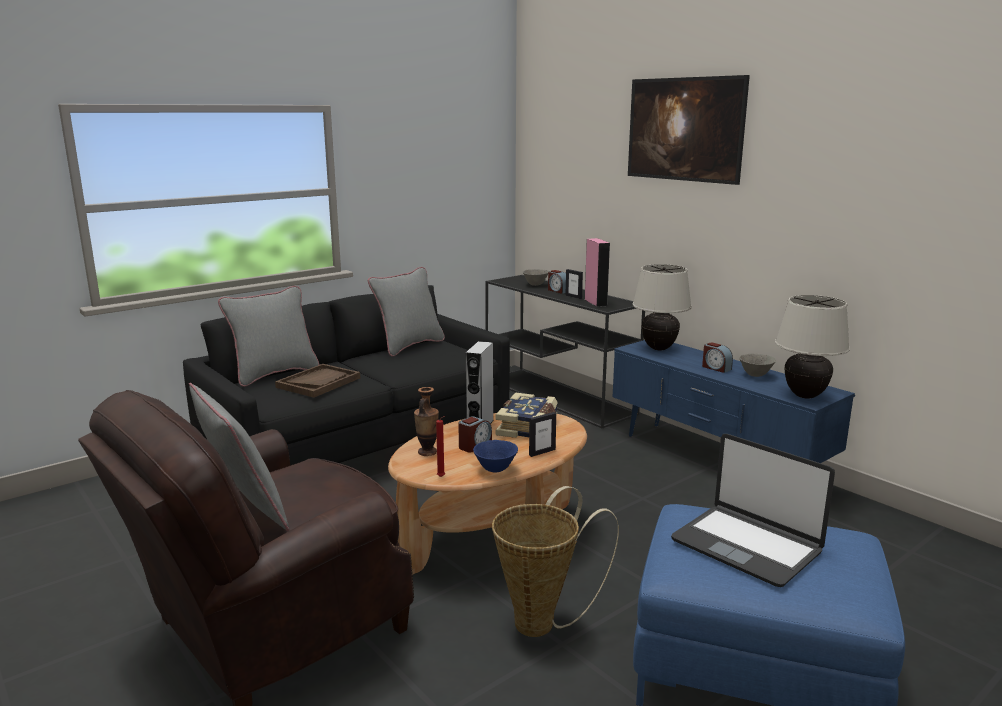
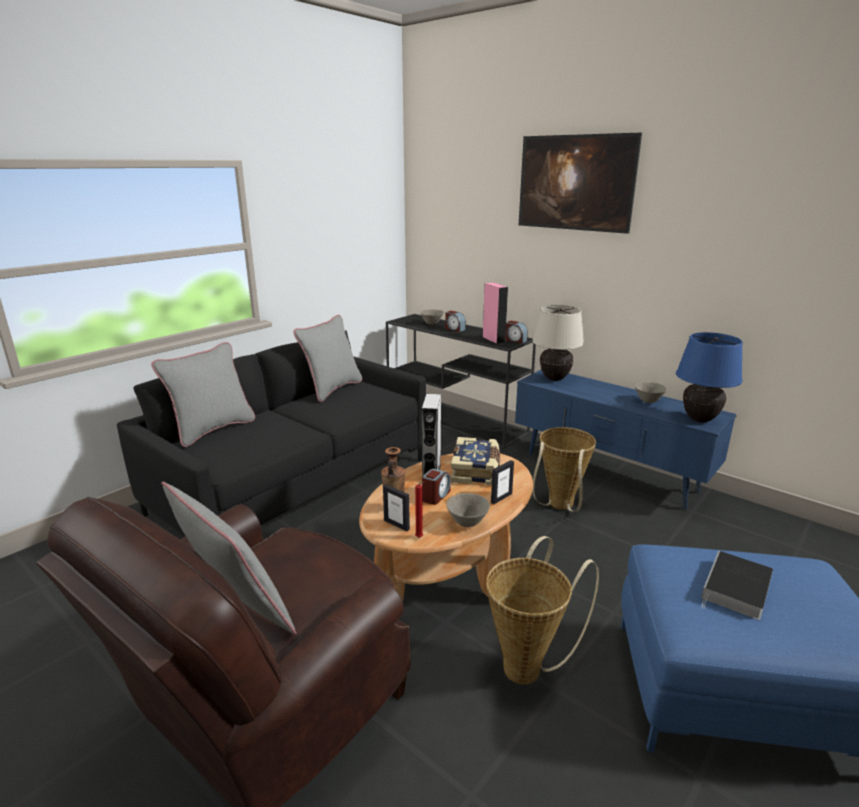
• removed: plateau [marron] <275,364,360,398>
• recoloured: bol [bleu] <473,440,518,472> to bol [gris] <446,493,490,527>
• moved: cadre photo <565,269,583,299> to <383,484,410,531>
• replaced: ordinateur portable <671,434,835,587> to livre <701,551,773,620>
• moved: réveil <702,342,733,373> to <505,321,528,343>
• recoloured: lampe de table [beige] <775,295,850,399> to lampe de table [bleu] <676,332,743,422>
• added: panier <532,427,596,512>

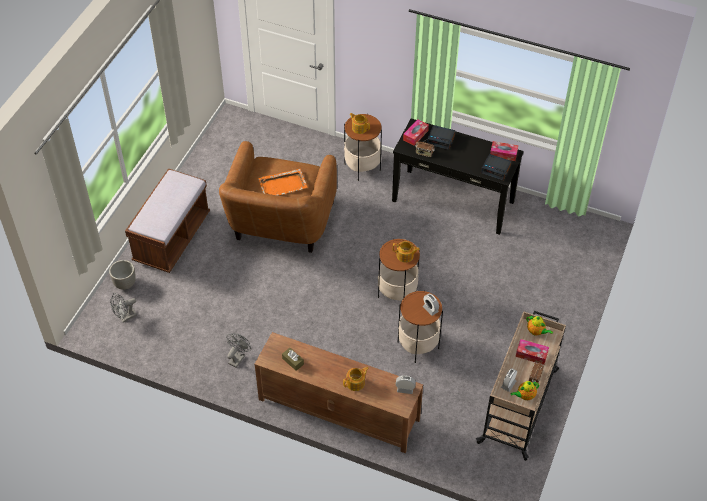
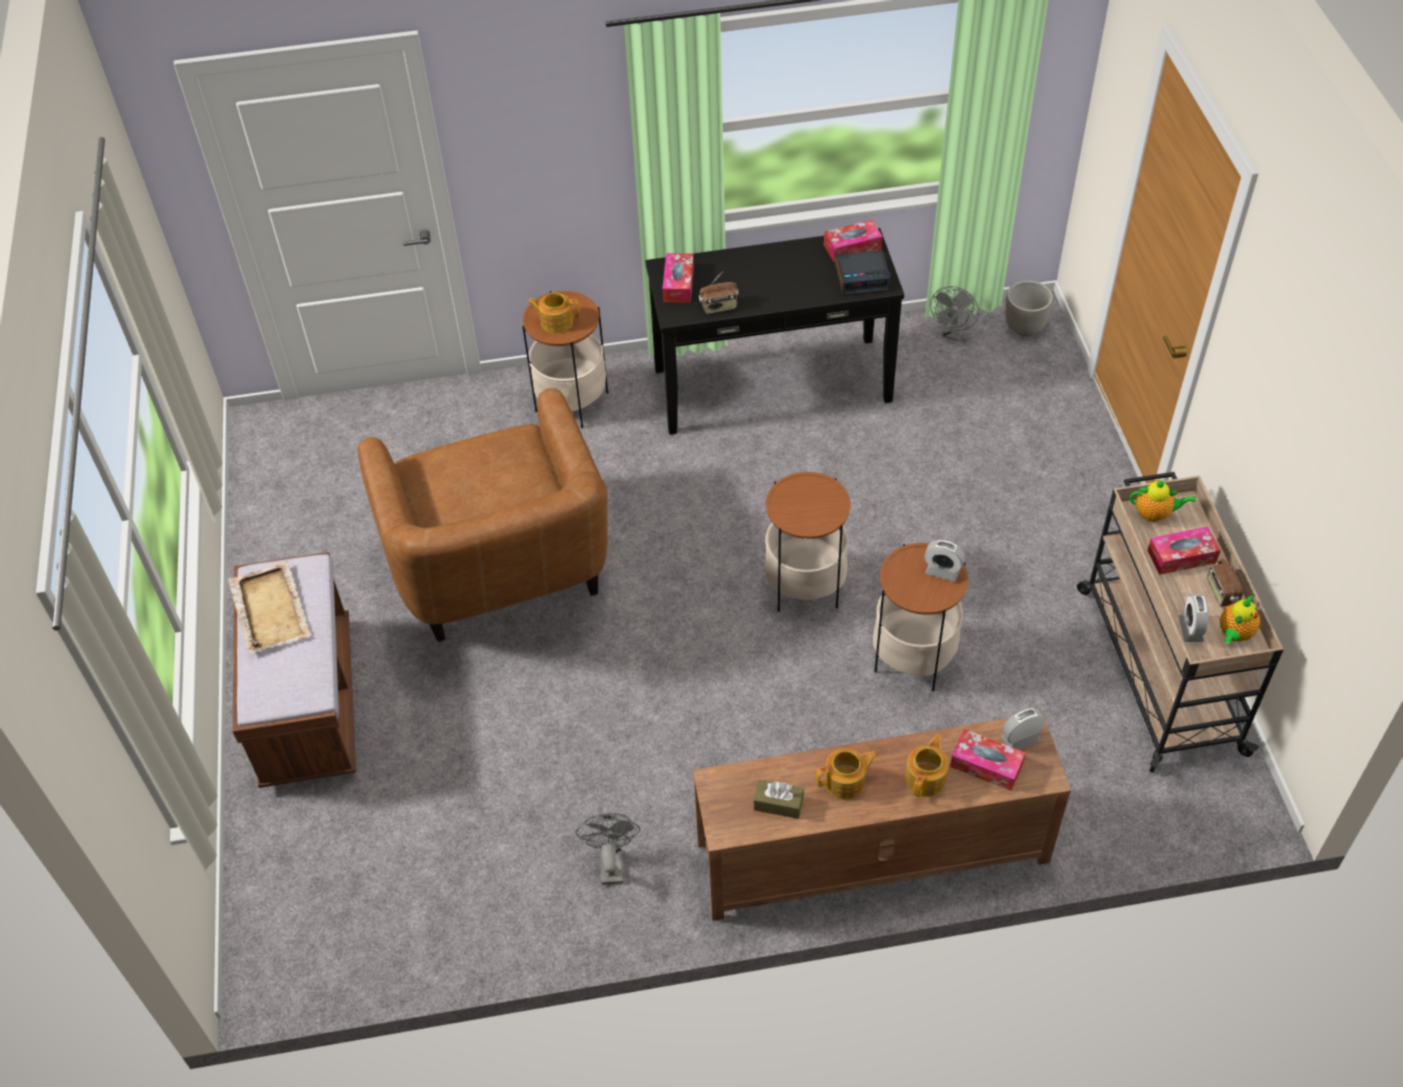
• moved: cache-pot <109,260,136,290> to <1005,280,1053,336>
• moved: ventilateur [gris] <110,293,137,322> to <930,286,979,341>
• removed: plateau [orange] <258,169,308,195>
• moved: théière <393,241,420,262> to <816,749,878,799>
• removed: réveil <427,125,456,150>
• added: plateau [beige] <228,561,312,654>
• added: boîte à mouchoirs <950,729,1026,791>

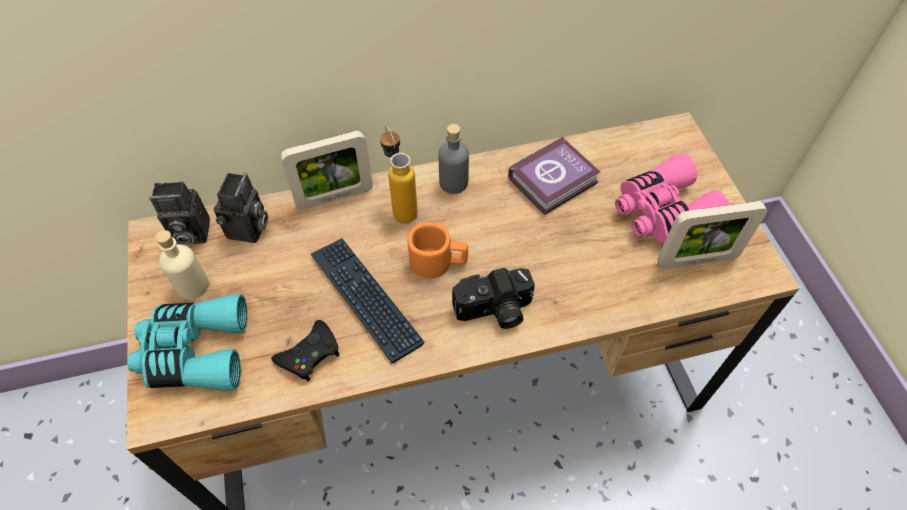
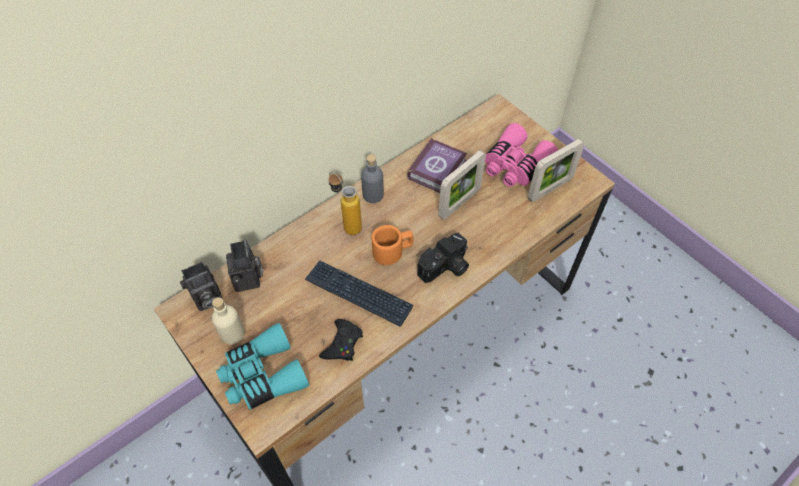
• moved: cadre photo <280,131,373,210> to <438,150,486,220>

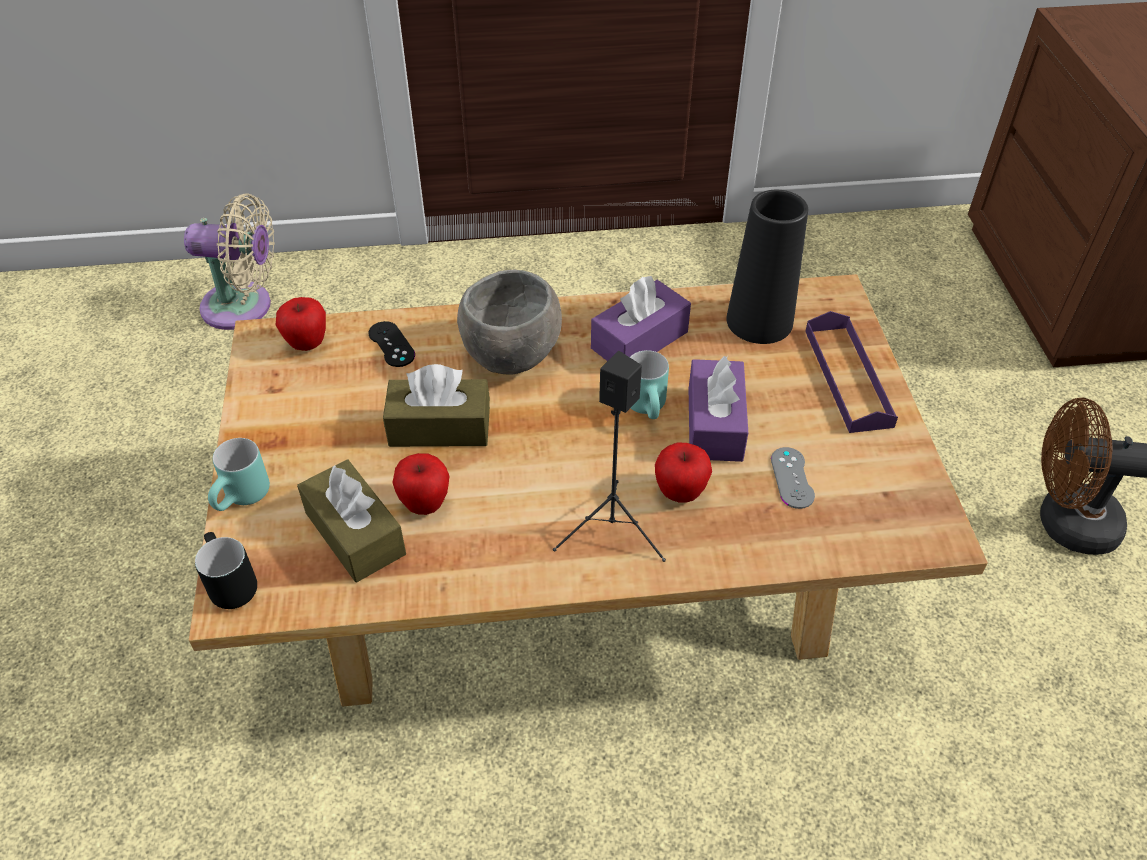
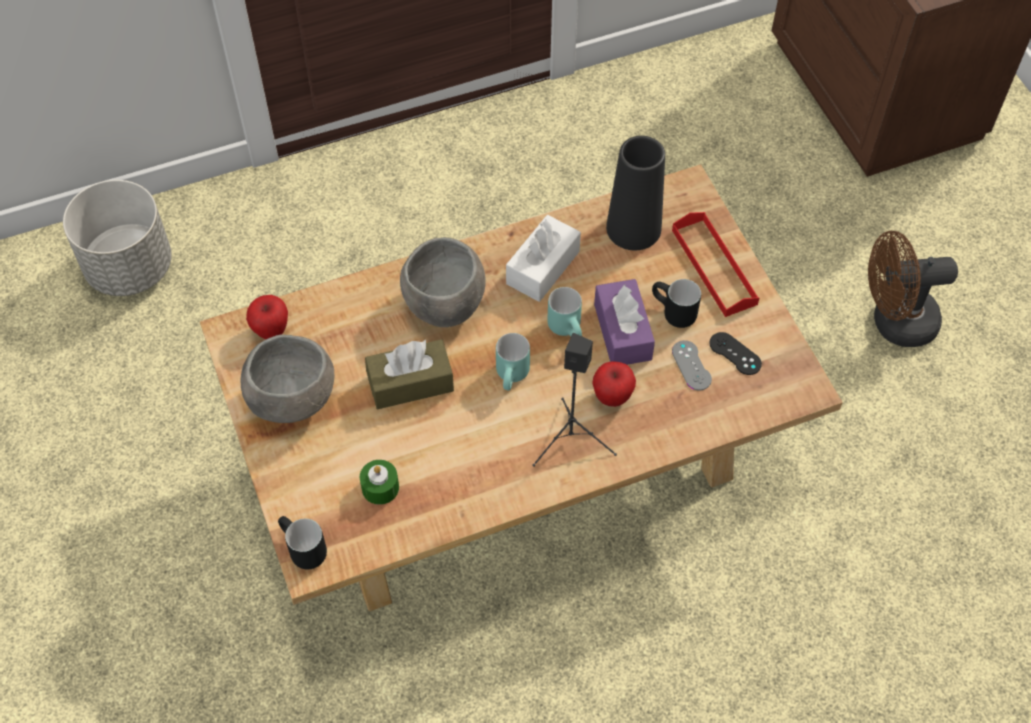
• replaced: ventilateur [beige] <184,193,275,330> to cache-pot [gris] <63,180,172,296>
• moved: mug [turquoise] <208,438,270,511> to <496,333,530,390>
• replaced: boîte à mouchoirs [marron] <297,459,406,582> to bougie [vert] <360,460,399,505>
• moved: manette [noir] <368,321,415,367> to <709,332,762,375>
• removed: pomme <392,453,449,515>
• recoloured: boîte à mouchoirs [violet] <591,276,691,361> to boîte à mouchoirs [blanc] <506,215,581,302>
• recoloured: plateau [violet] <805,311,898,433> to plateau [rouge] <672,212,759,317>
• added: bol [gris] <241,335,334,423>
• added: mug [noir] <652,279,701,328>

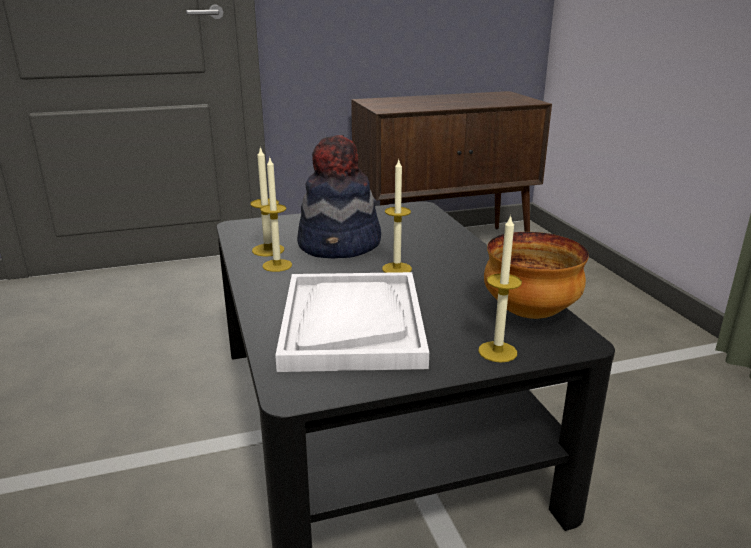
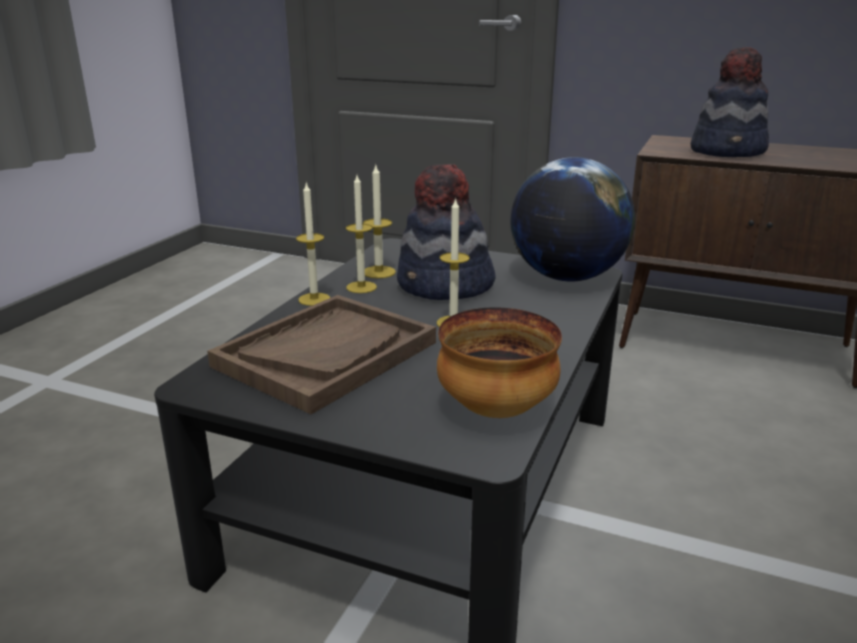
• recoloured: plateau [blanc] <275,272,429,372> to plateau [marron] <207,295,436,414>
• moved: bougie <478,214,522,362> to <296,182,330,306>
• added: globe <511,157,635,282>
• added: chapeau <691,47,769,157>

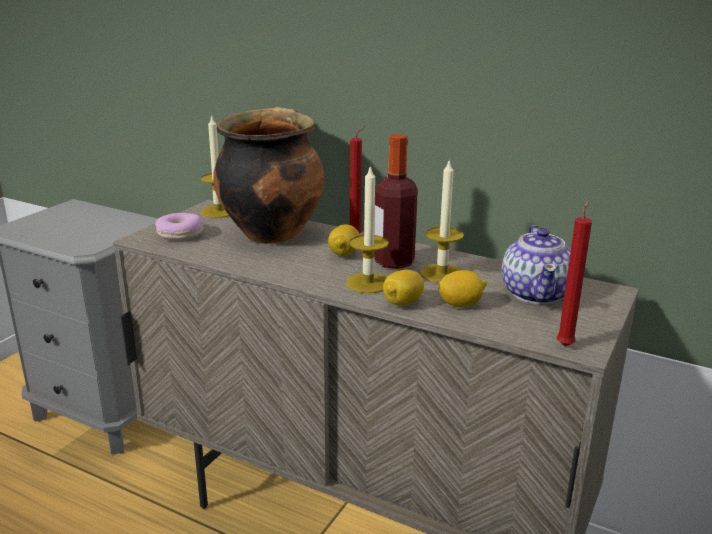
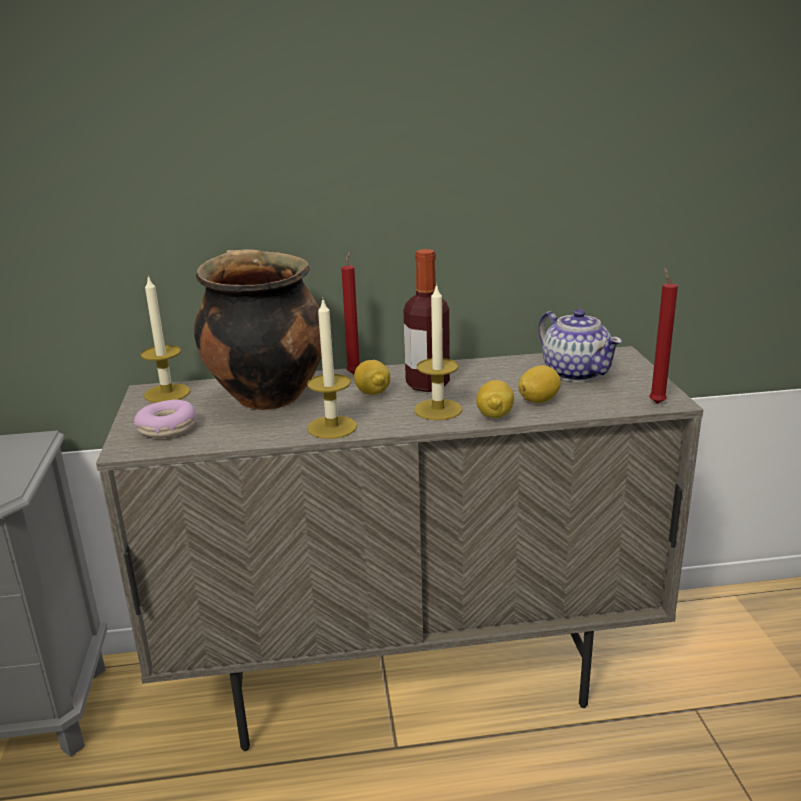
• moved: bougie <420,158,464,283> to <307,297,357,439>

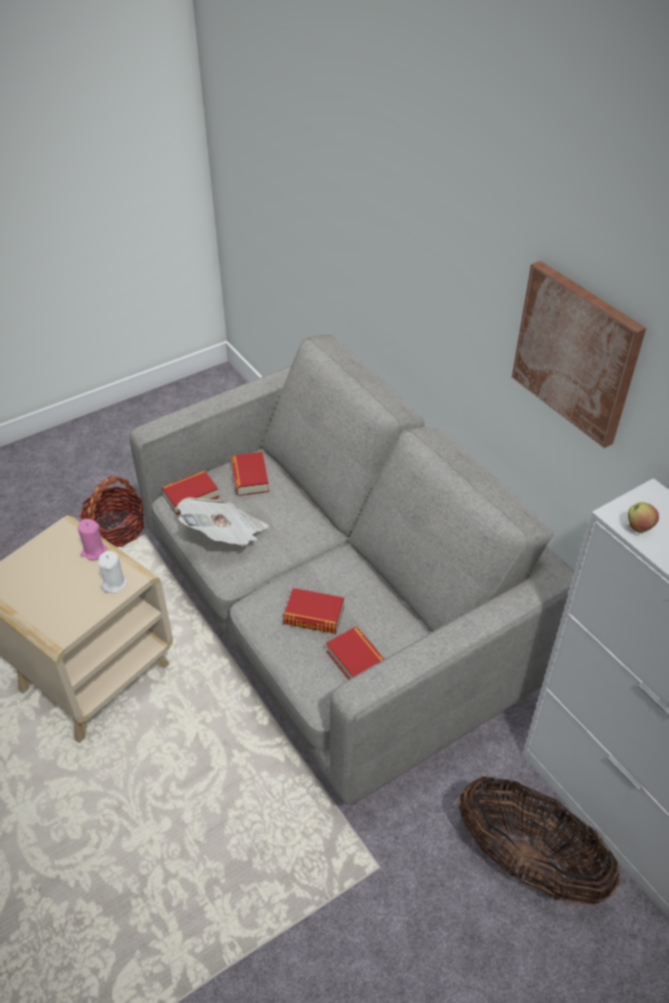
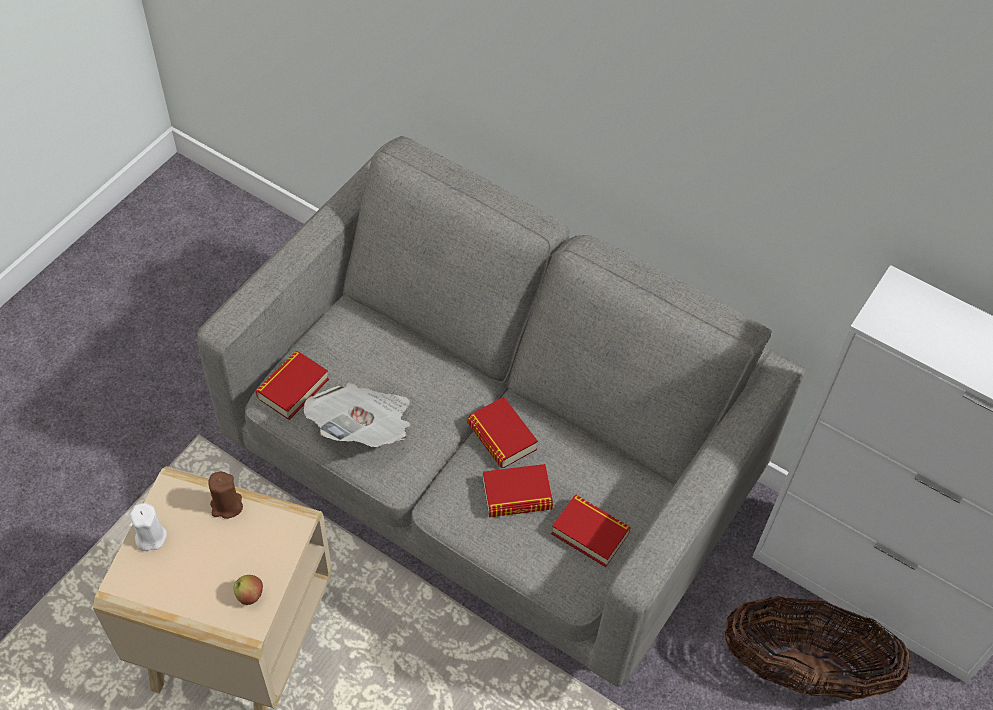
• recoloured: bougie [rose] <77,519,108,560> to bougie [marron] <208,472,243,519>
• removed: panier <80,476,144,547>
• moved: bougie [blanc] <98,551,127,594> to <130,503,167,551>
• moved: livre <231,452,269,496> to <468,397,538,468>
• removed: tableau <512,261,646,448>
• moved: pomme <628,502,659,533> to <234,575,263,605>

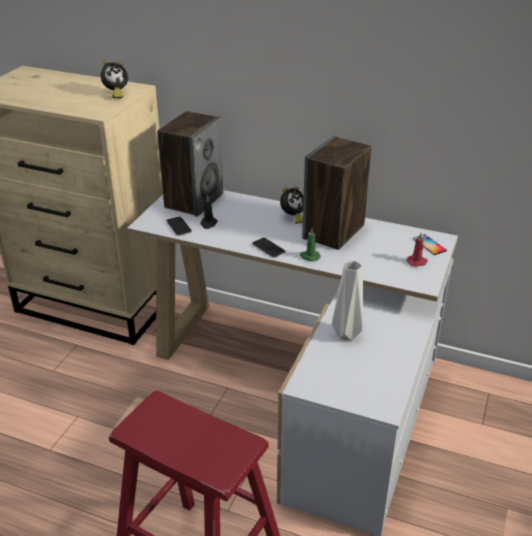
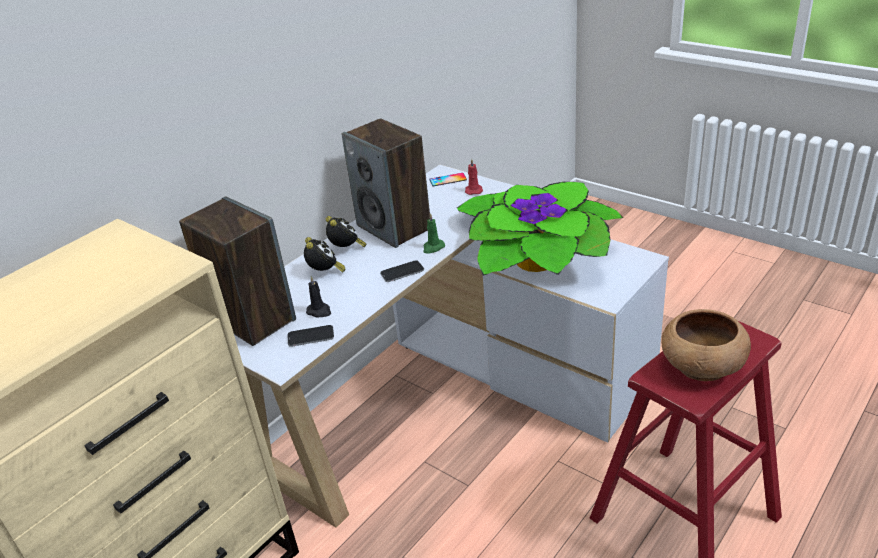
• moved: réveil <101,60,128,98> to <304,237,346,272>
• replaced: vase [gris] <332,260,363,341> to plante en pot <457,182,623,276>
• added: bol [marron] <662,309,751,381>

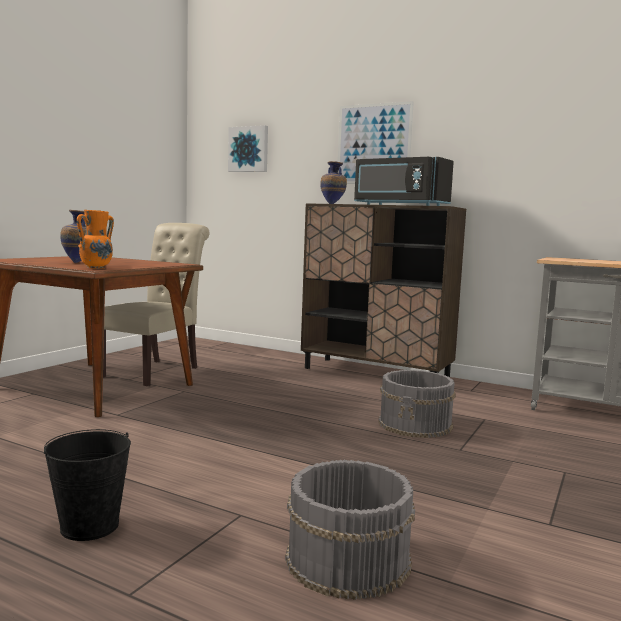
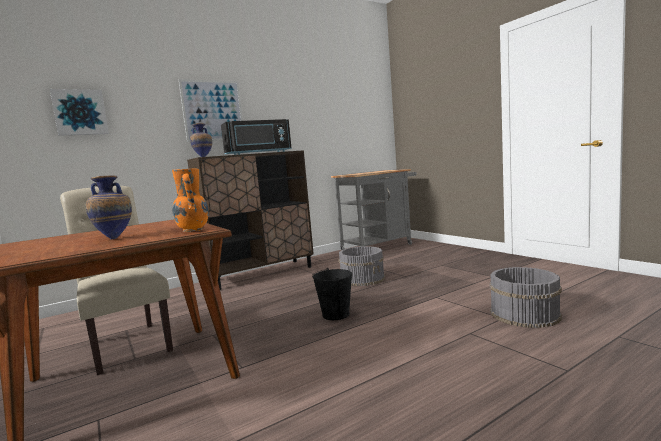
• moved: seau [noir] <44,429,131,541> to <312,268,352,320>

